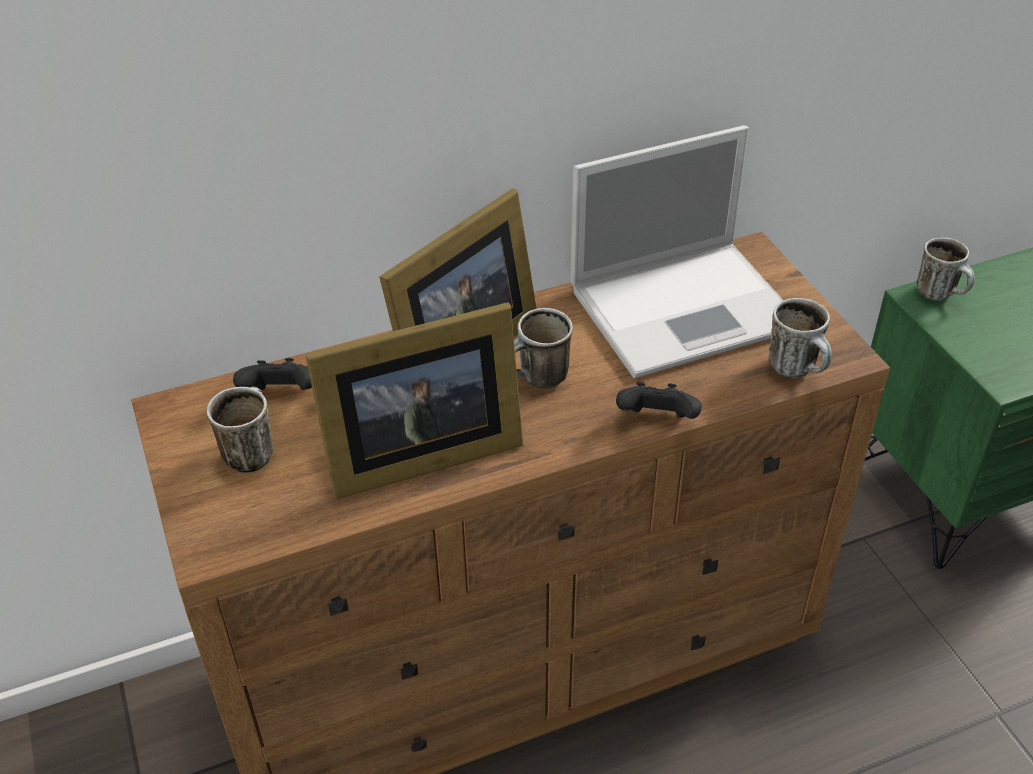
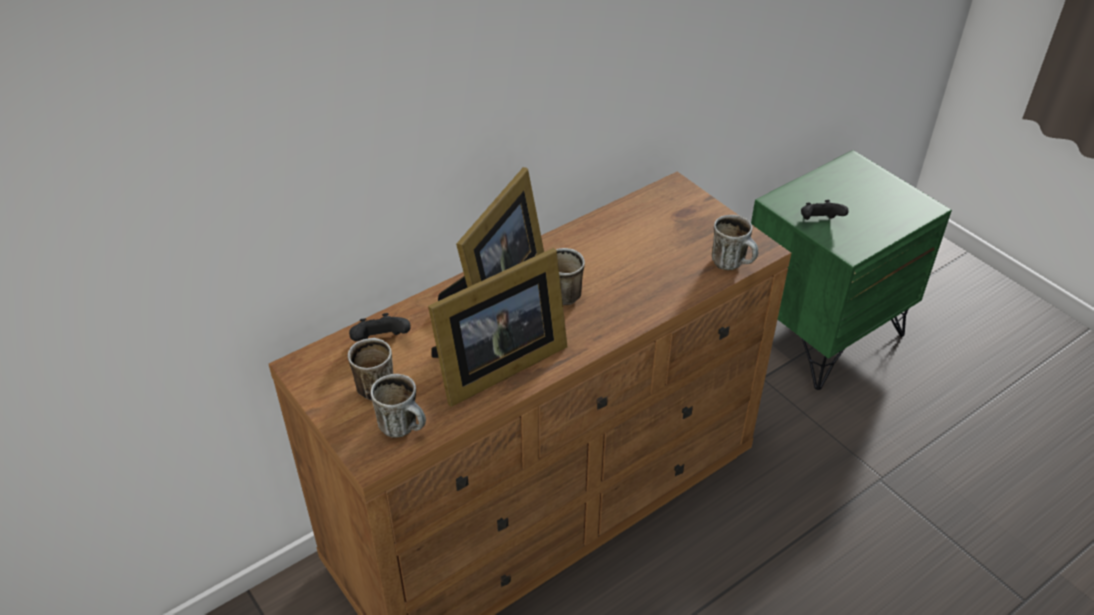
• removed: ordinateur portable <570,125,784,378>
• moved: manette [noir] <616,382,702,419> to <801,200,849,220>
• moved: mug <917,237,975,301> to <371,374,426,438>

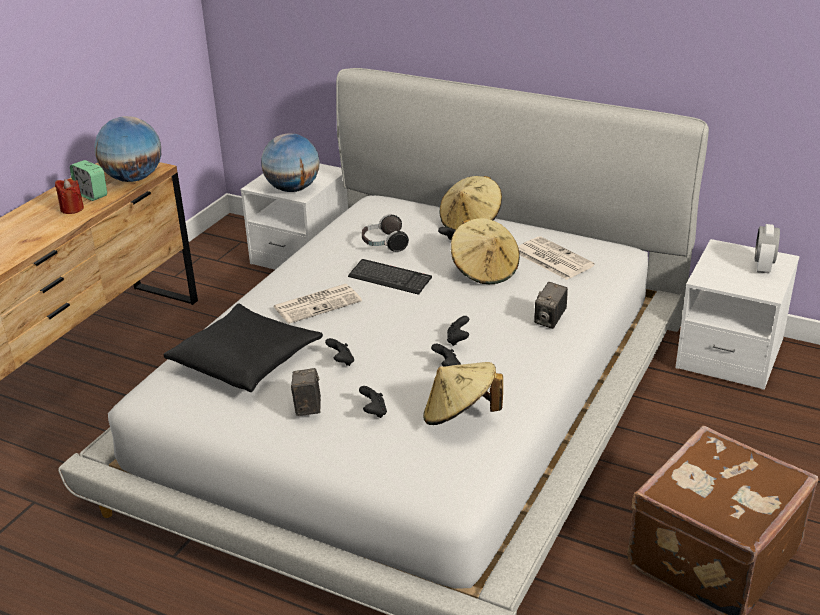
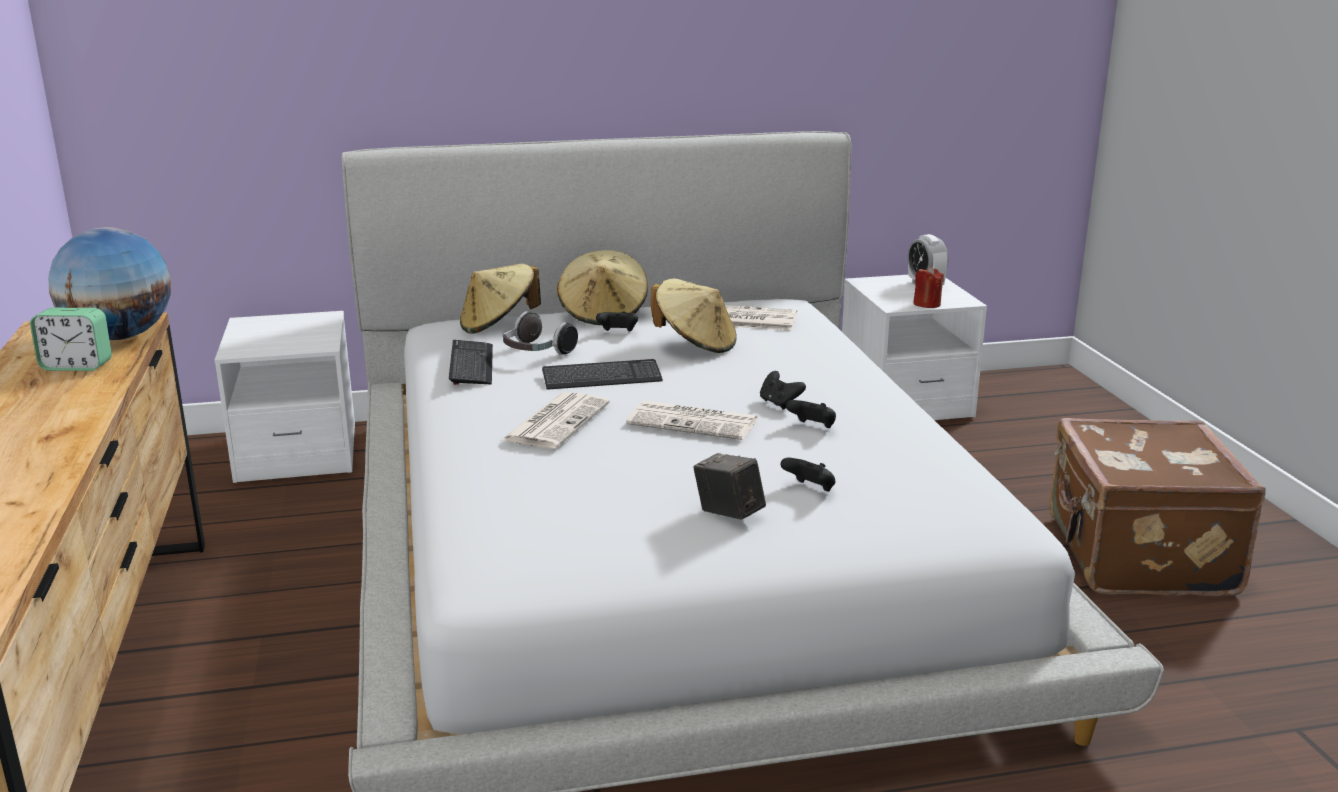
• moved: bougie [rouge] <55,179,84,214> to <913,266,944,308>
• removed: coussin [noir] <163,304,323,392>
• removed: globe <261,133,320,192>
• removed: manette [noir] <325,338,354,366>
• moved: chapeau [beige] <423,362,503,425> to <460,264,541,334>
• removed: appareil photo <534,282,568,329>
• added: clavier <449,340,493,385>
• added: journal <626,401,758,440>

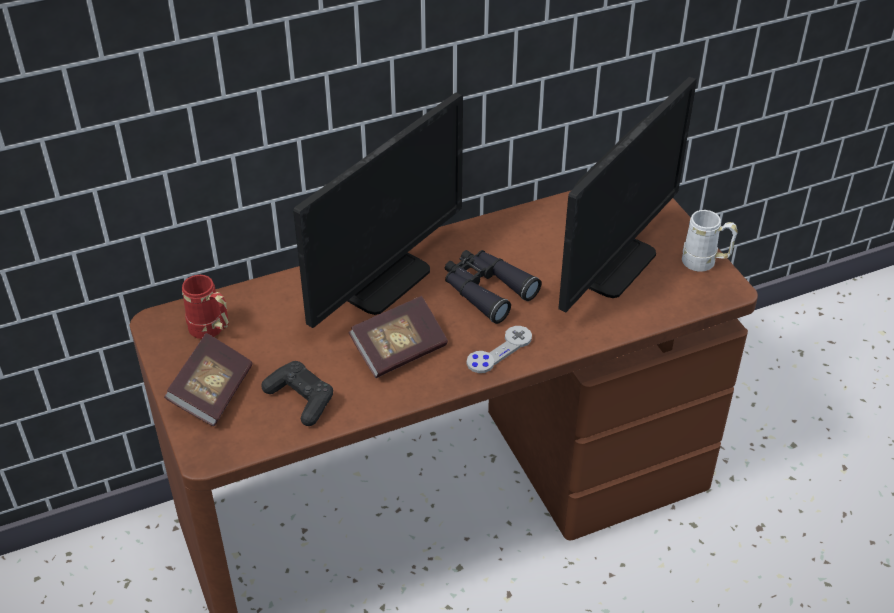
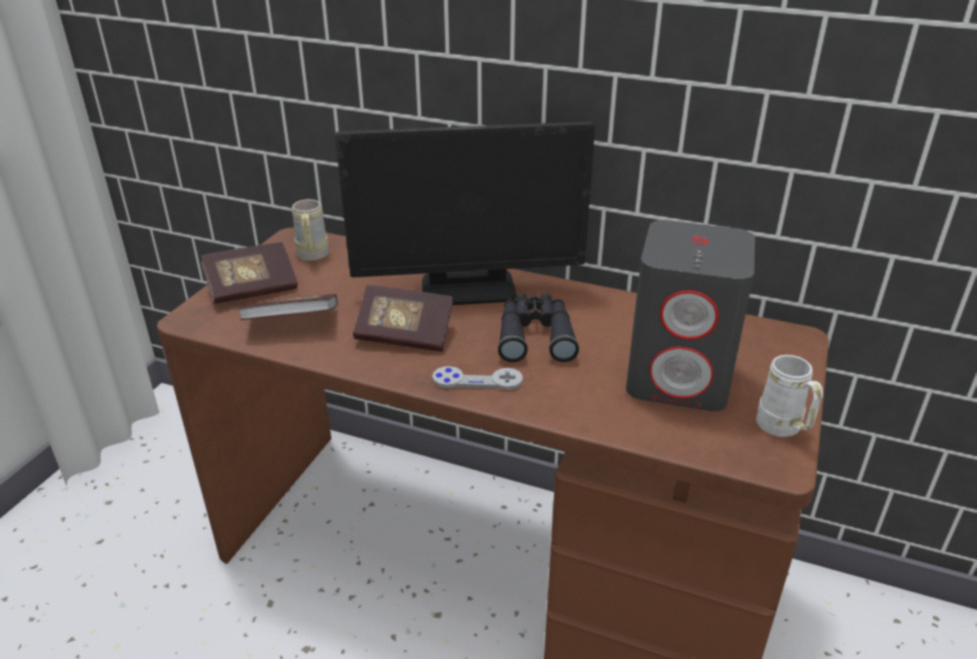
• recoloured: mug [rouge] <182,275,229,339> to mug [beige] <292,199,329,261>
• replaced: manette [noir] <261,361,333,426> to livre <238,294,338,320>
• replaced: écran d'ordinateur <558,77,697,313> to enceinte [gris] <626,220,755,412>

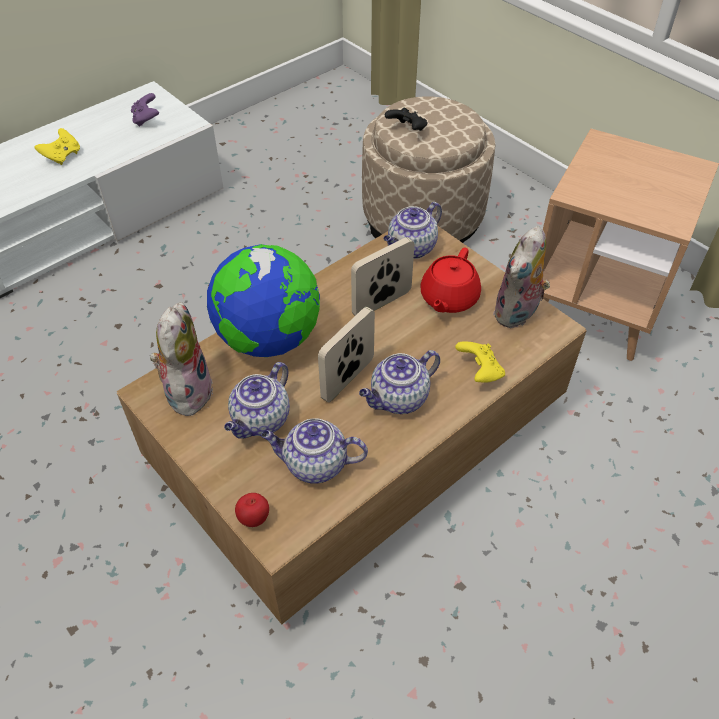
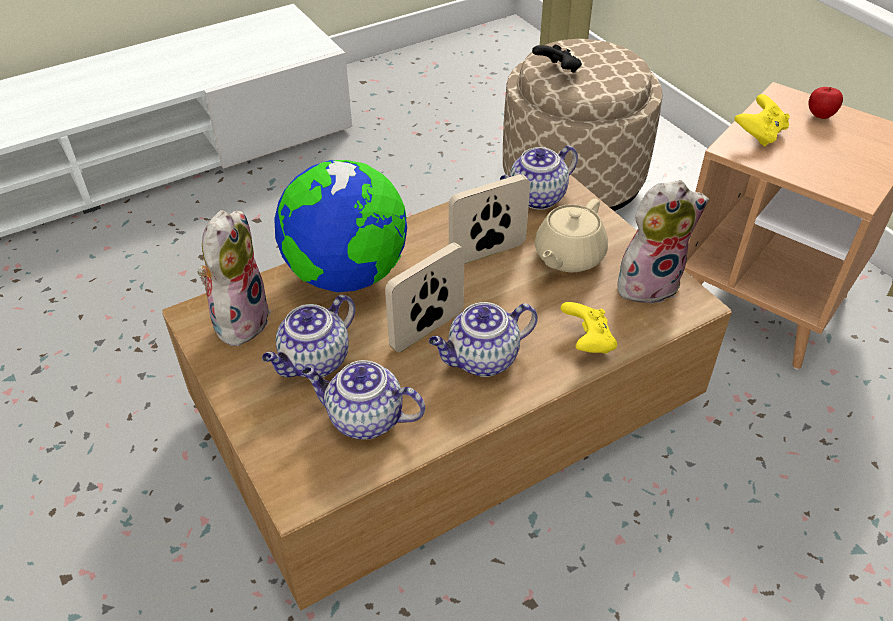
• moved: manette [jaune] <35,128,80,165> to <734,94,790,147>
• removed: manette [violet] <131,93,159,127>
• moved: pomme <235,493,269,527> to <808,87,843,119>
• recoloured: théière [rouge] <420,247,481,313> to théière [beige] <535,199,608,272>
• turned: peluche <493,226,550,328> = <618,180,709,304> 150 degrees counterclockwise

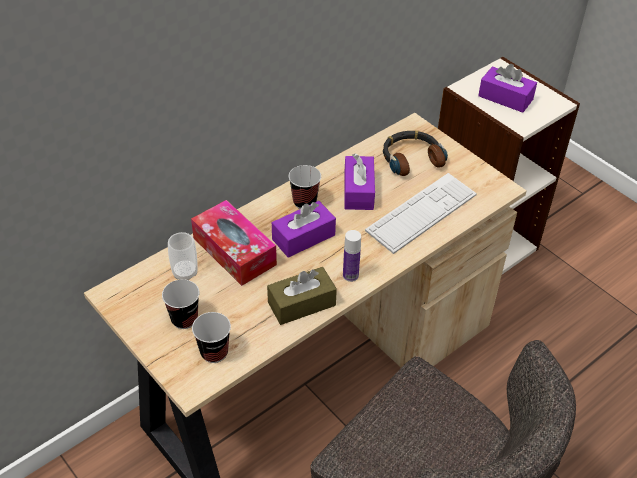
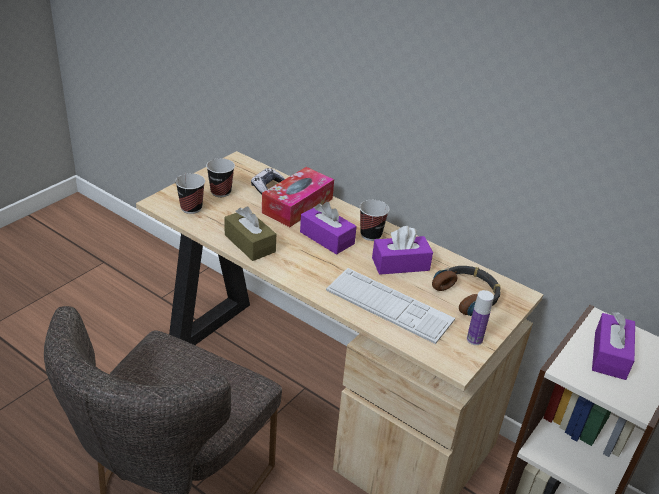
• replaced: tasse <168,232,198,280> to manette <251,168,285,195>
• moved: bouteille <343,230,361,282> to <467,290,494,345>

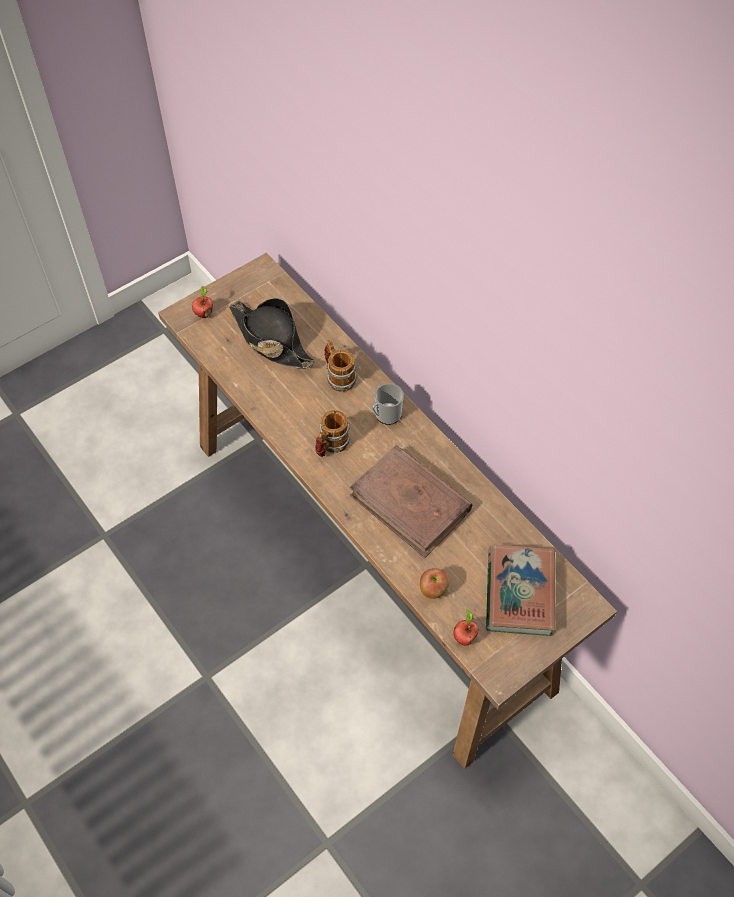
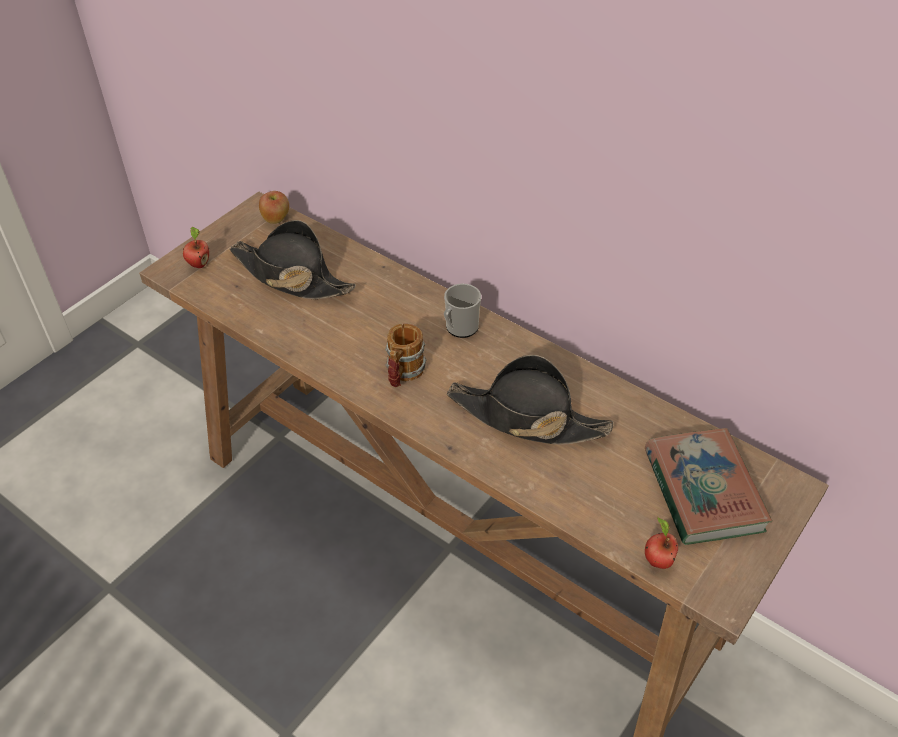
• removed: mug <324,340,357,392>
• replaced: livre [marron] <350,445,472,558> to chapeau [noir] <447,355,614,444>
• moved: pomme <420,568,449,599> to <259,191,289,224>

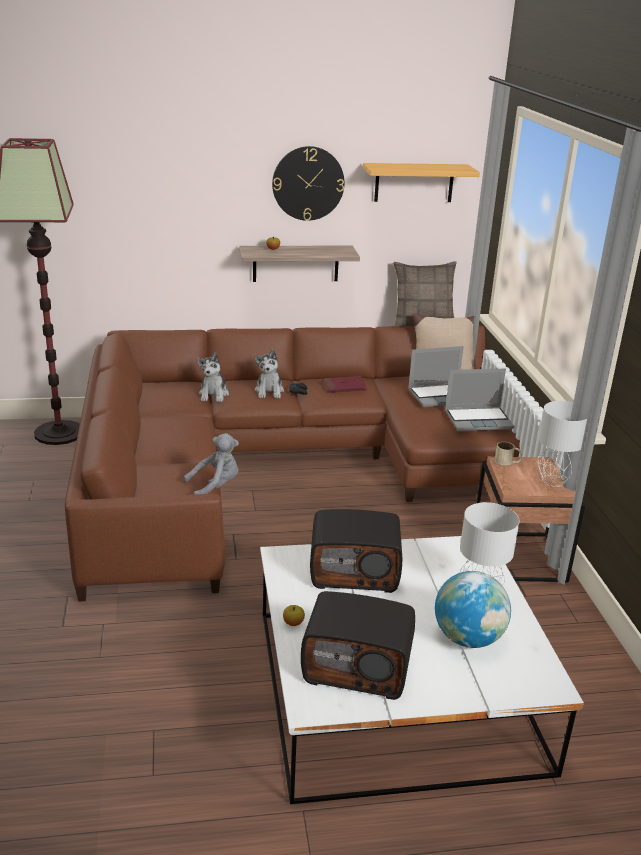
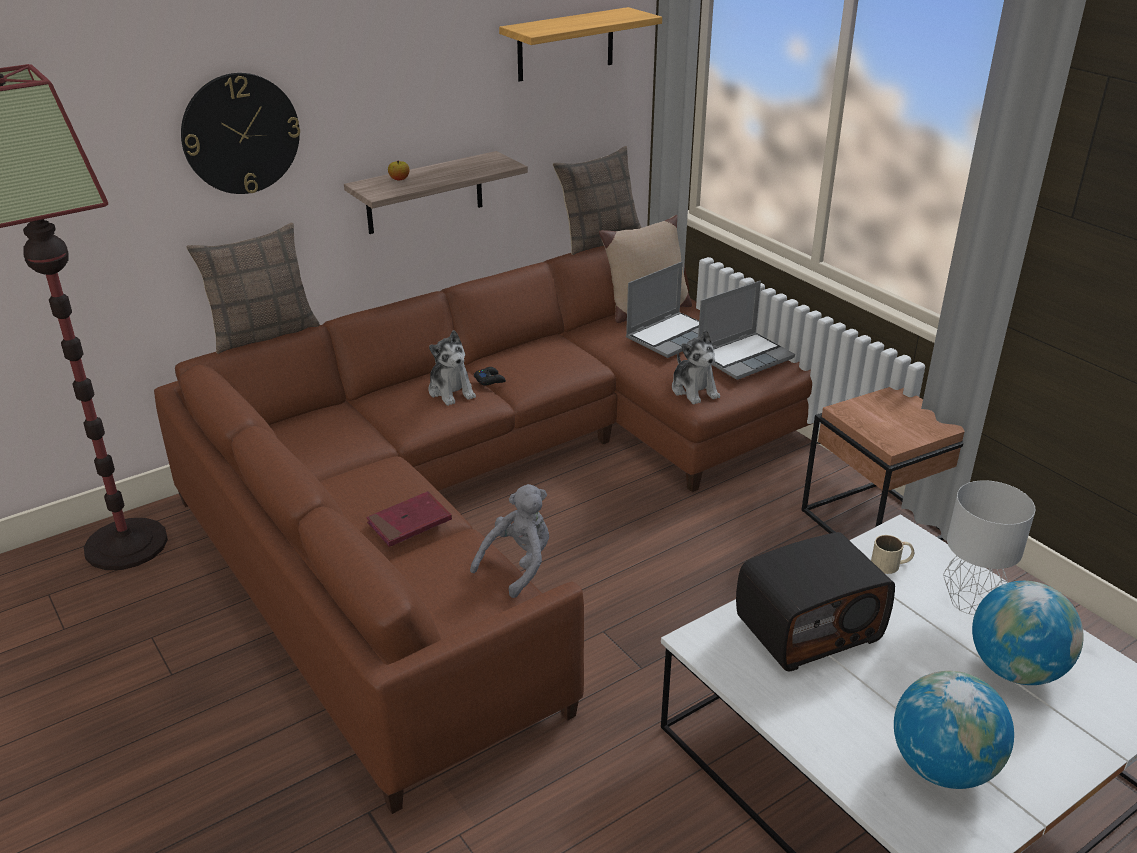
• moved: peluche <197,352,229,402> to <672,330,720,404>
• moved: horloge murale <272,146,344,221> to <181,73,300,194>
• removed: pomme <283,605,305,626>
• replaced: radio <301,591,415,700> to globe <894,671,1014,789>
• moved: livre [rouge] <323,376,367,393> to <366,491,452,547>
• moved: mug [beige] <495,442,522,466> to <871,535,914,574>
• removed: lampe de table [gris] <538,401,587,487>
• added: coussin <186,223,320,354>

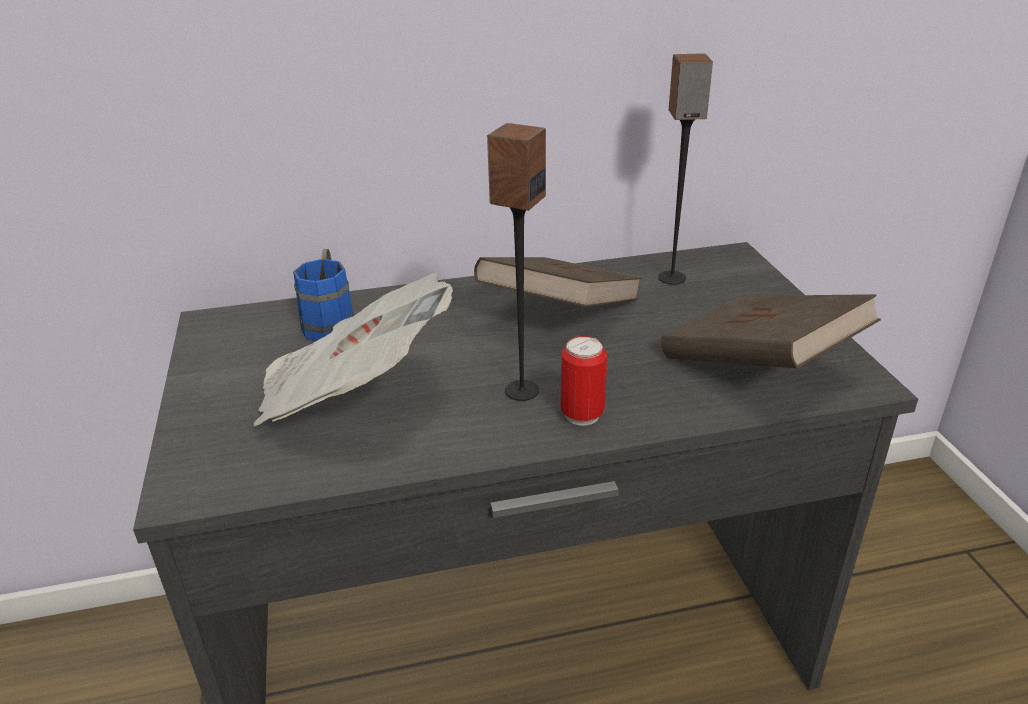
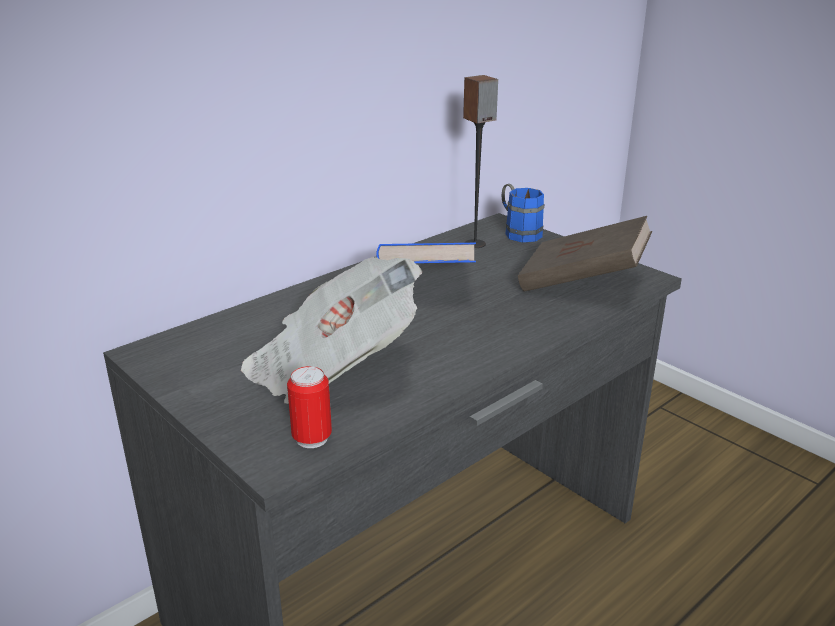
• moved: mug [bleu] <293,249,354,341> to <502,184,544,242>
• recoloured: livre [marron] <474,257,642,307> to livre [bleu] <376,243,476,263>
• removed: enceinte <487,123,546,401>
• moved: boîte métallique <561,336,607,426> to <287,366,332,448>

